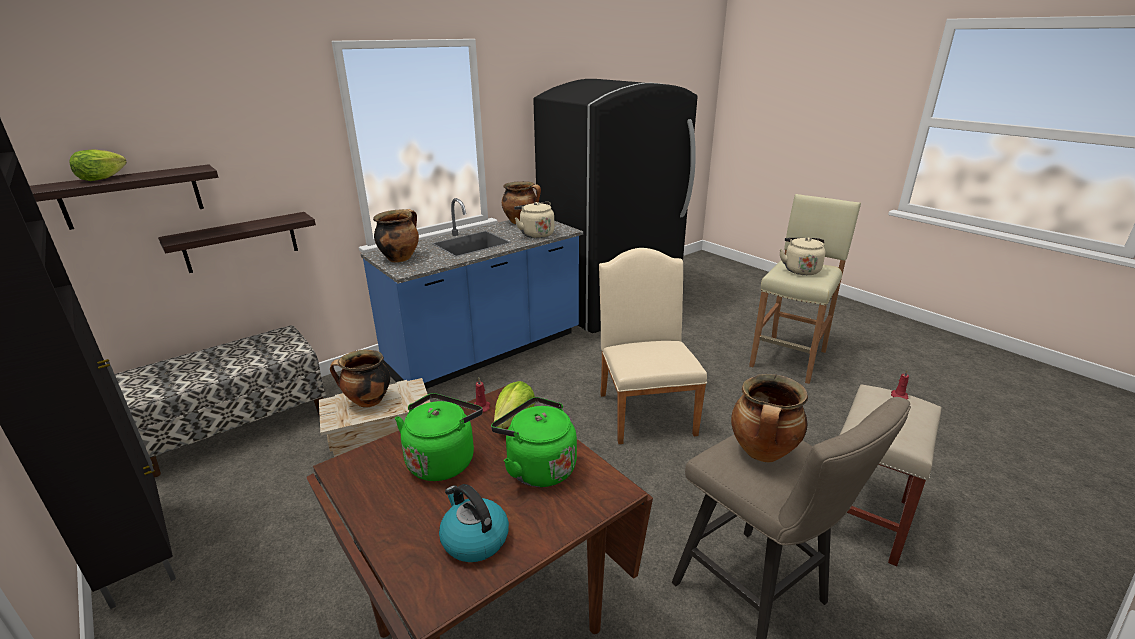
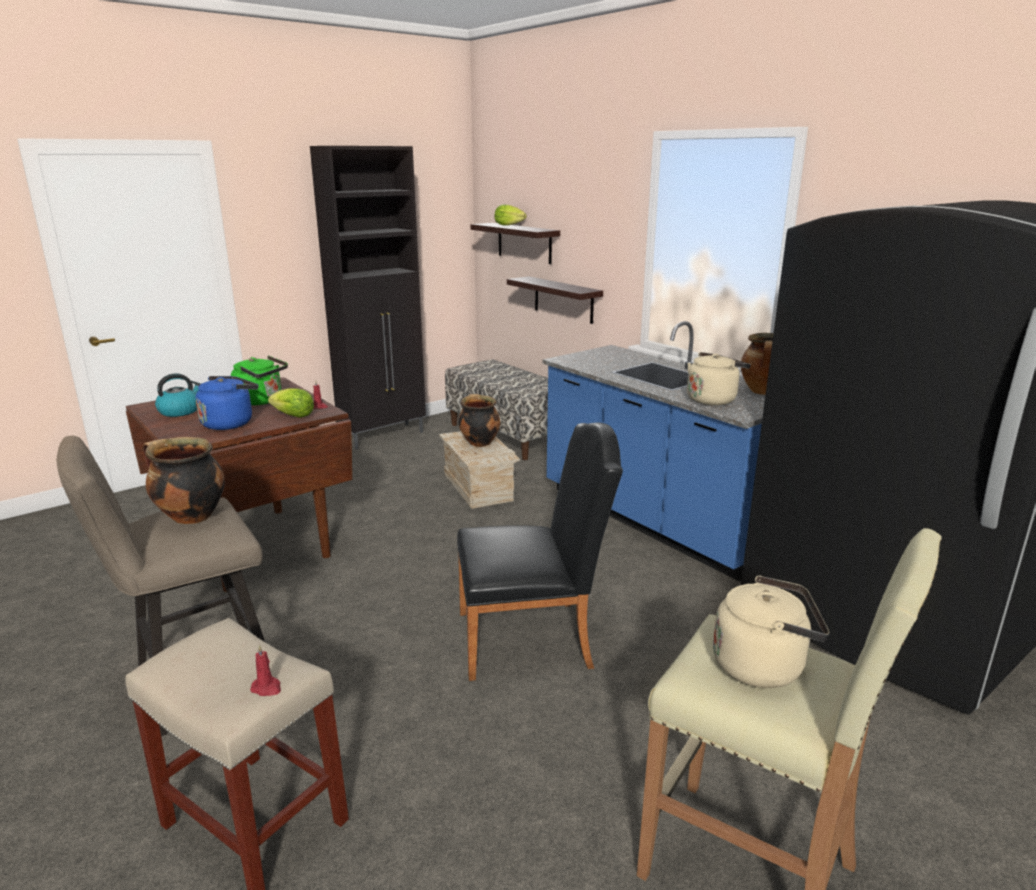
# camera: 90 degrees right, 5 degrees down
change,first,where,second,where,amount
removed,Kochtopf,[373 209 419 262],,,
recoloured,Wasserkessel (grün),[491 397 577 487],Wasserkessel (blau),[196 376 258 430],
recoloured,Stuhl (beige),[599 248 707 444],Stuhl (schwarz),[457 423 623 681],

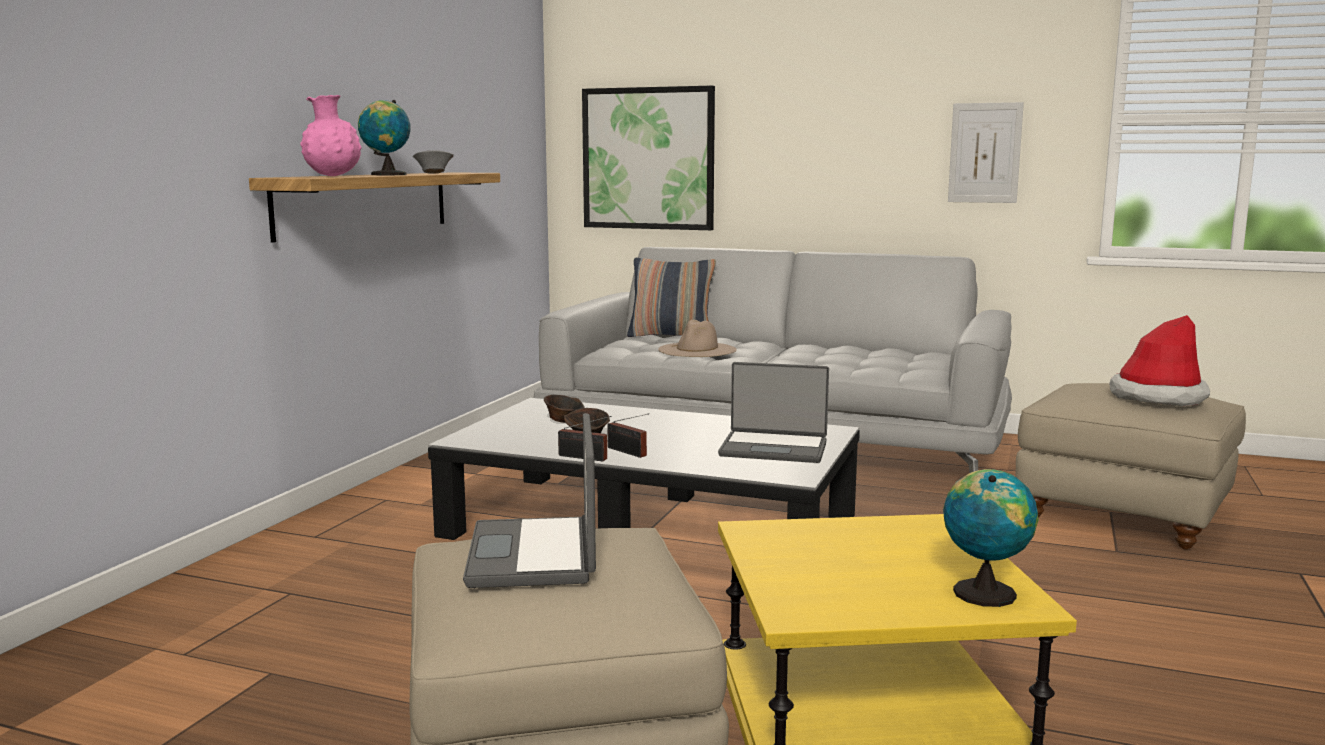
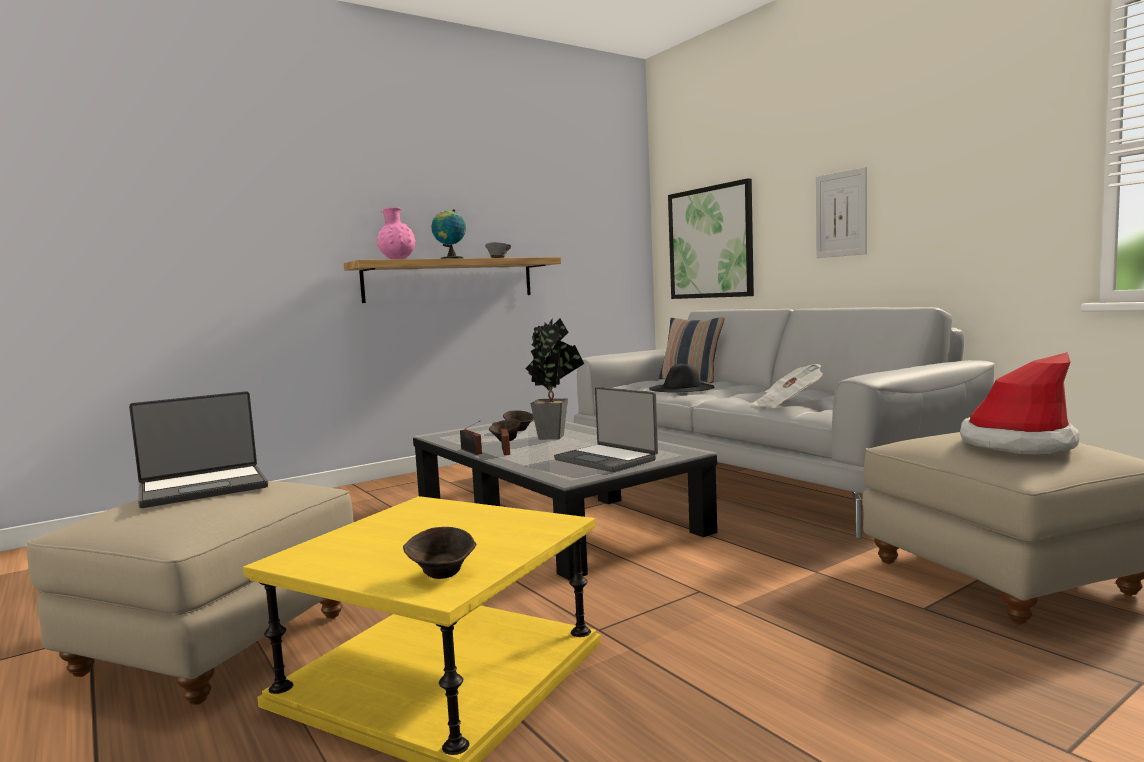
# camera: 35 degrees right, 5 degrees down
change,first,where,second,where,amount
turned,Laptop,[463 413 596 588],,[129 391 268 508],150 degrees counterclockwise
recoloured,Hut (beige),[658 320 736 357],Hut (schwarz),[649 364 715 393],
replaced,Globus,[943 469 1038 607],Schüssel (braun),[403 527 477 579],
moved,Bild,[948 102 1024 203],,[816 167 867 258],
added,,,Topfpflanze,[525 318 584 440],
added,,,Zeitung,[753 364 823 406],

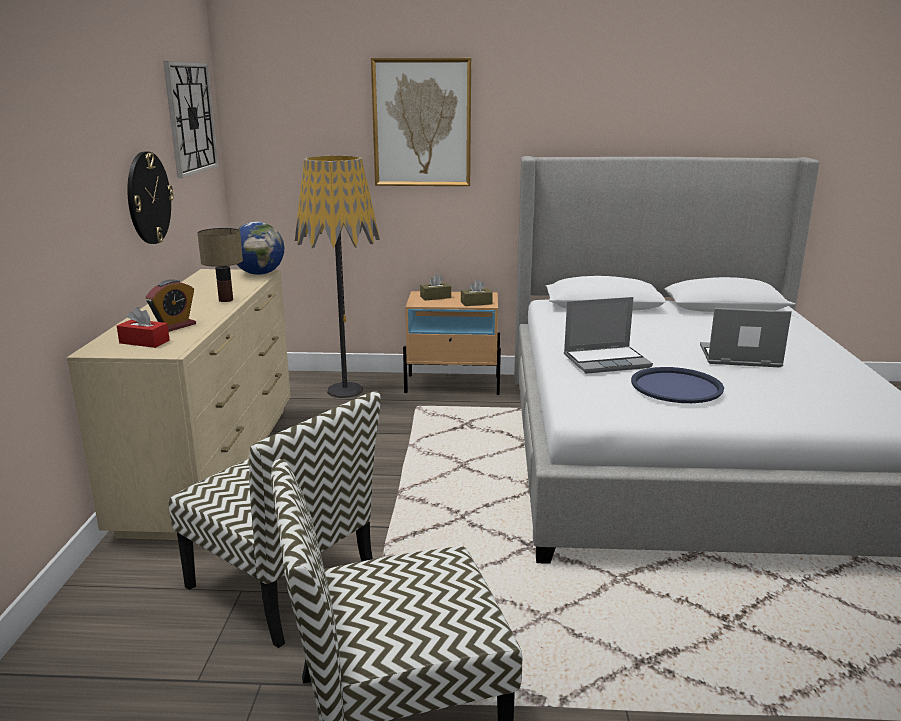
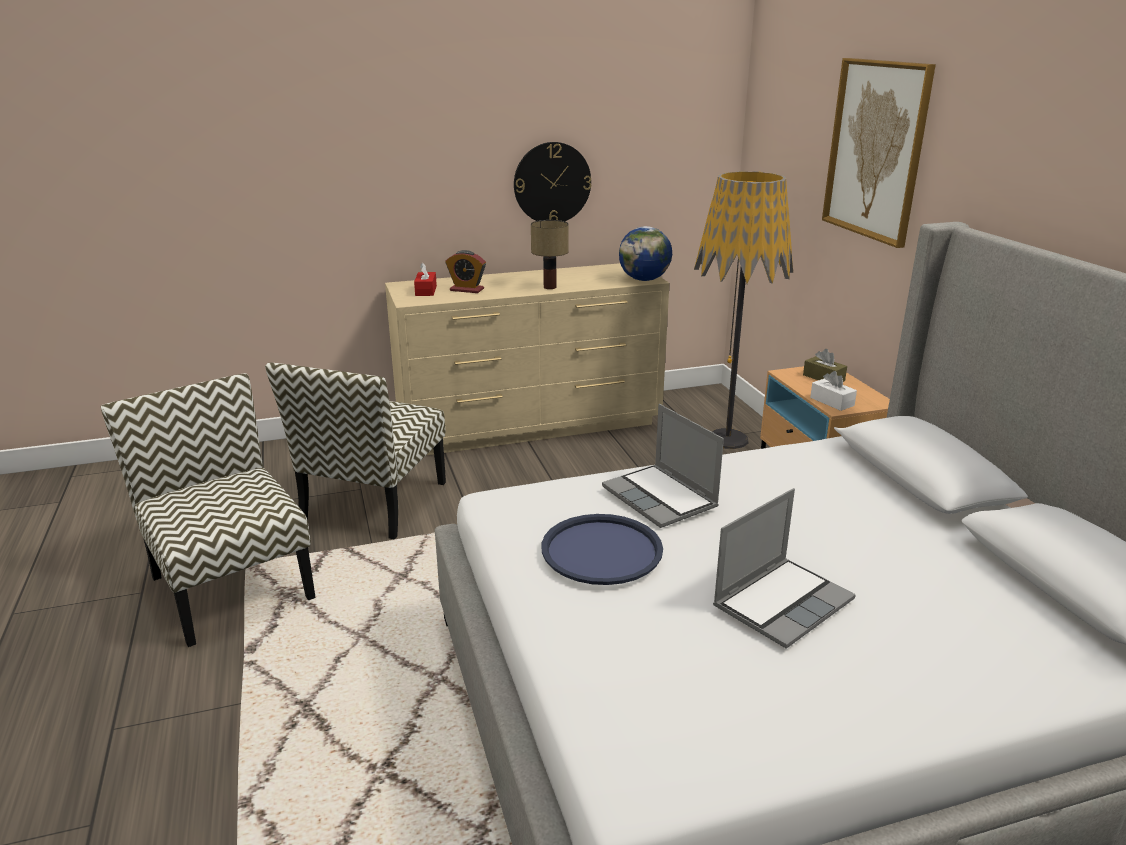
# camera: 70 degrees right, 5 degrees up
change,first,where,second,where,amount
removed,Wanduhr,[163 61 219 178],,,
recoloured,Taschentuchbox (braun),[461 280 493 306],Taschentuchbox (weiß),[810 371 857 411],
turned,Laptop,[700 308 792 367],,[713 488 856 649],60 degrees clockwise

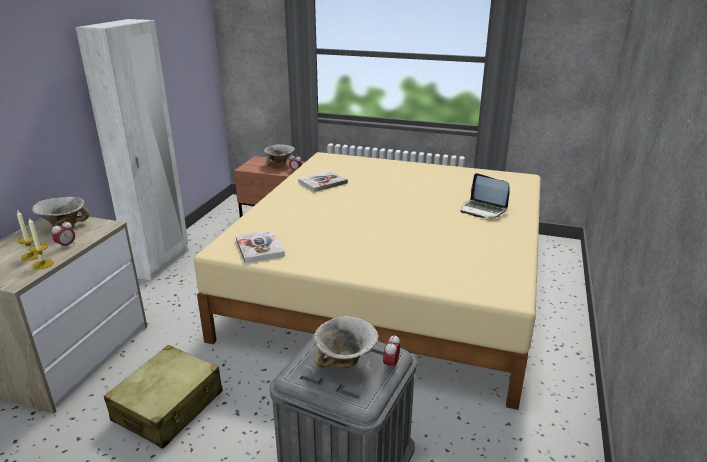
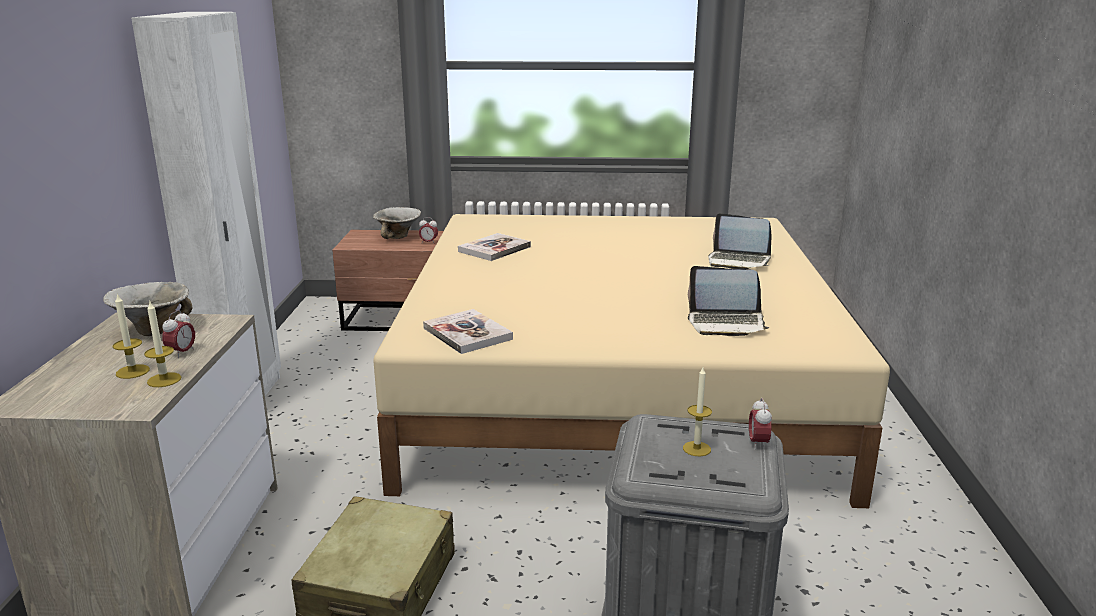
# camera: 15 degrees left, 5 degrees down
change,first,where,second,where,amount
replaced,Schüssel,[314 316 379 368],Kerze,[683 367 712 456],
added,,,Laptop,[688 266 769 336],

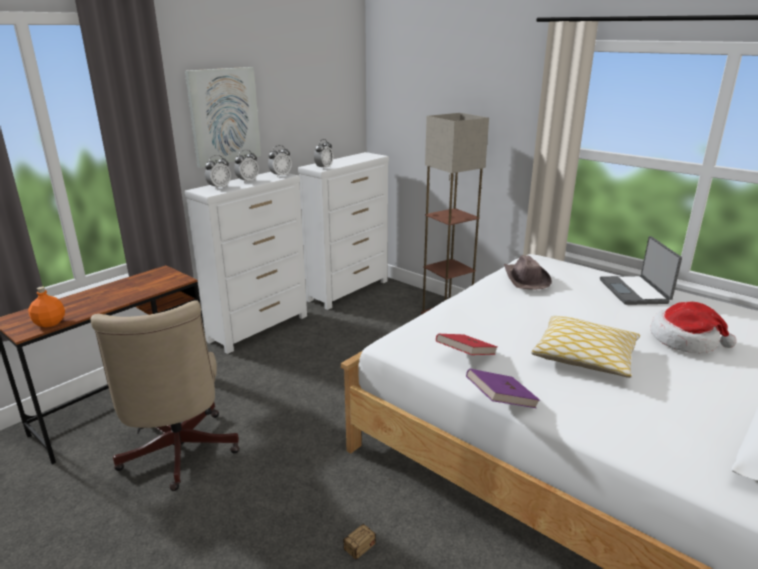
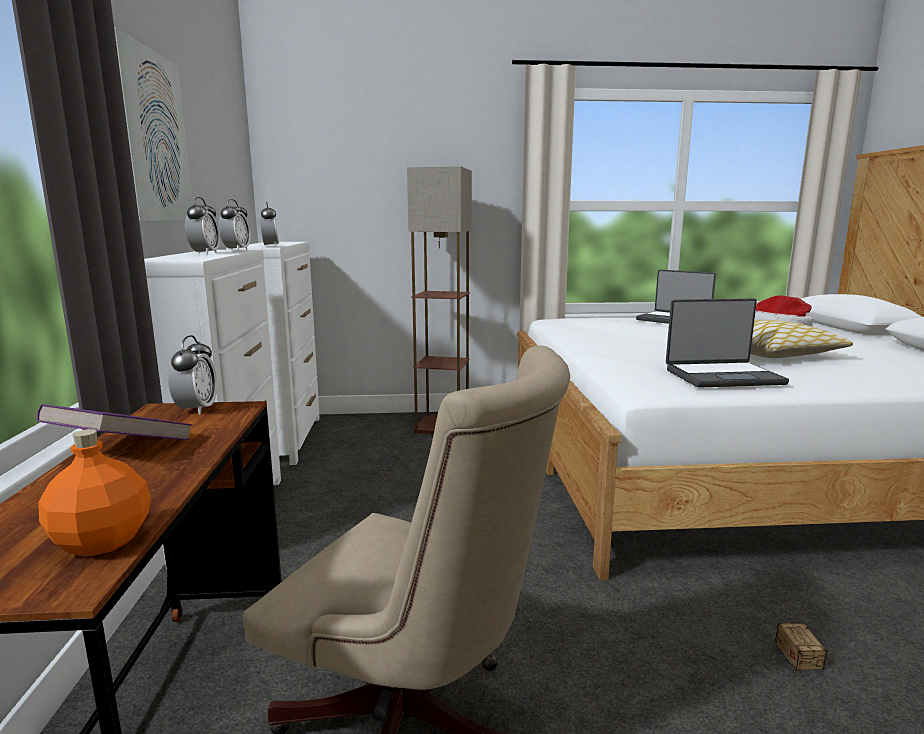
# camera: 45 degrees left, 10 degrees down
change,first,where,second,where,amount
moved,Wecker,[205 155 231 190],,[168 335 217 415],
replaced,Buch (rot),[436 334 497 355],Laptop,[666 298 789 388],
moved,Buch (lila),[466 369 540 408],,[37 404 193 440],
removed,Hut (braun),[504 255 552 290],,,

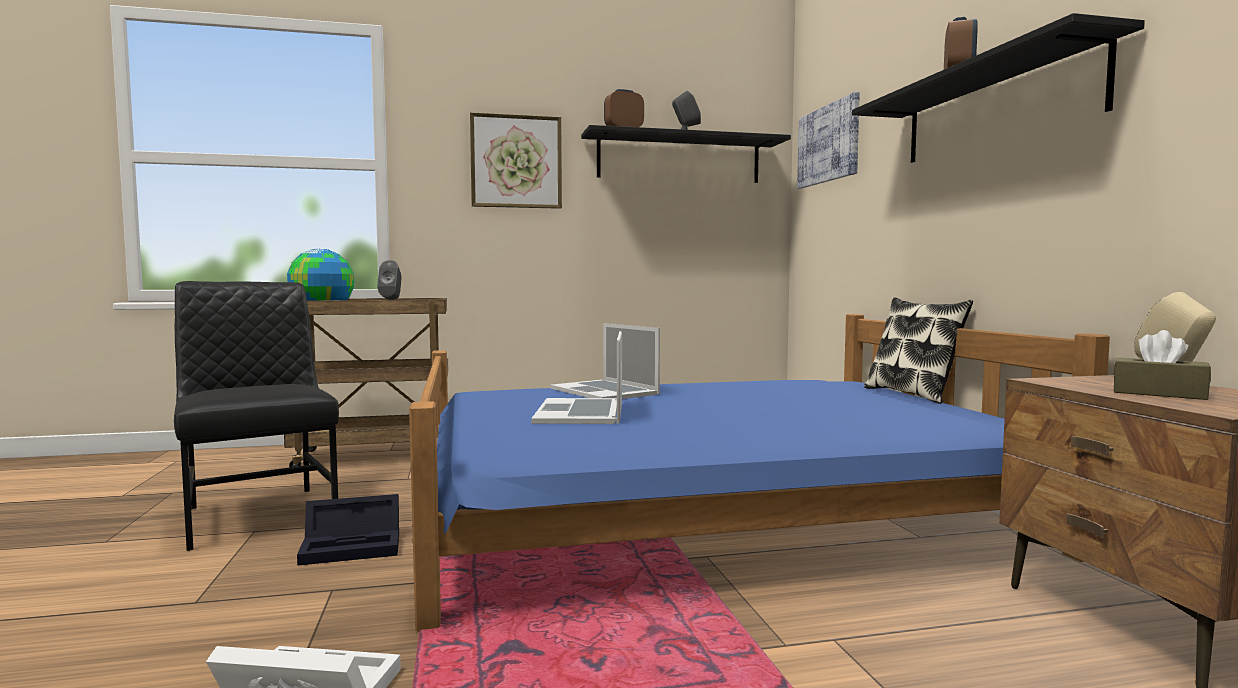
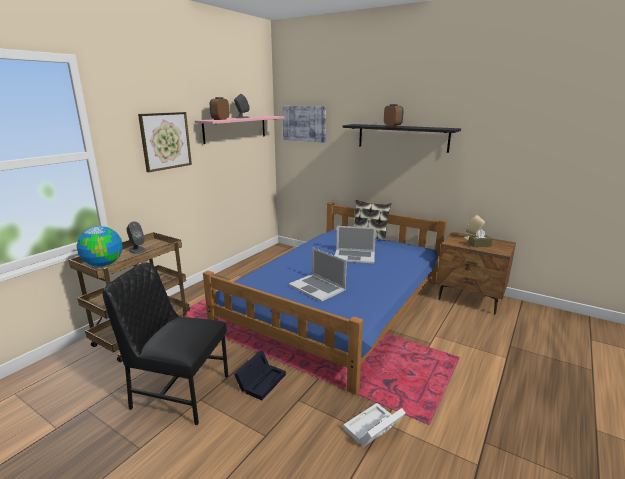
# camera: 45 degrees left, 15 degrees up
change,first,where,second,where,amount
moved,Laptop,[550 323 660 399],,[335 226 376 264],
recoloured,Wandregal (schwarz),[581 125 791 183],Wandregal (rosa),[195 116 285 144],

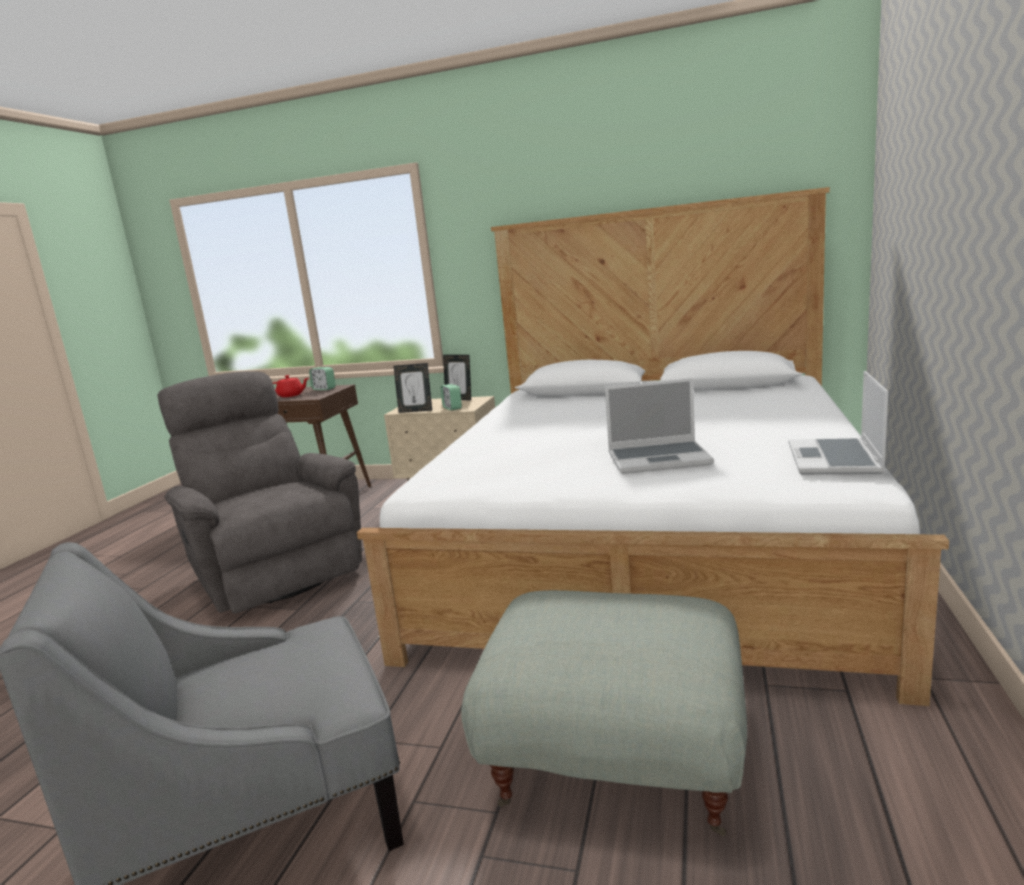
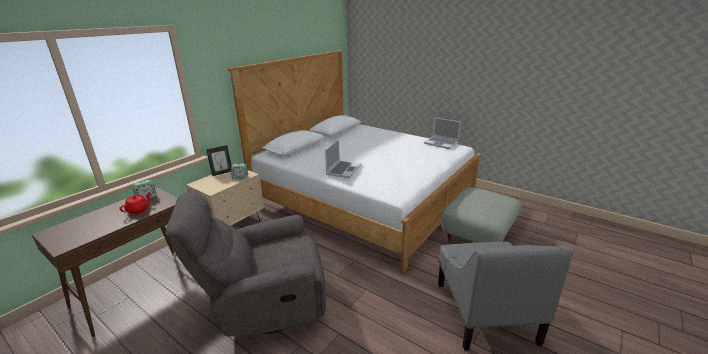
# camera: 70 degrees left, 10 degrees up
change,first,where,second,where,amount
removed,Bilderrahmen,[394 363 432 413],,,
moved,Laptop,[605 378 714 474],,[325 139 361 178],

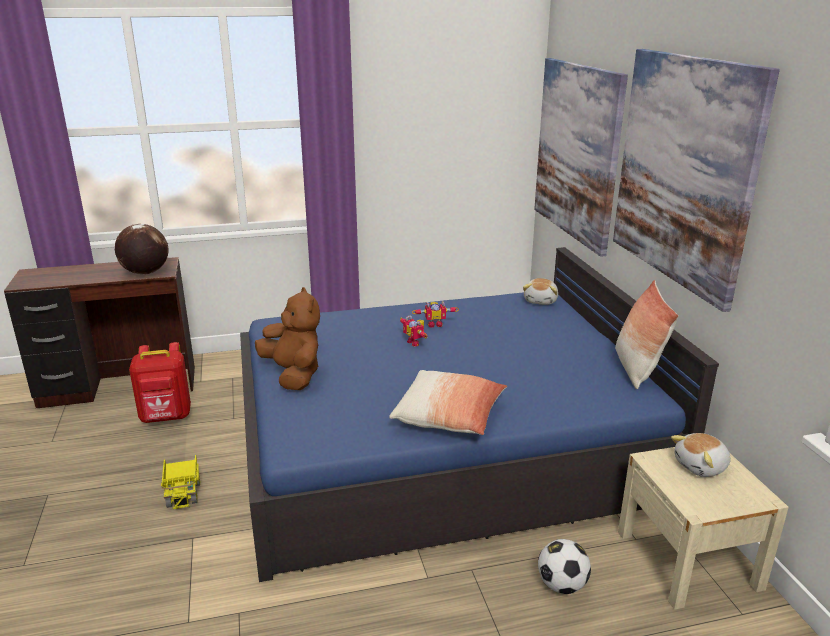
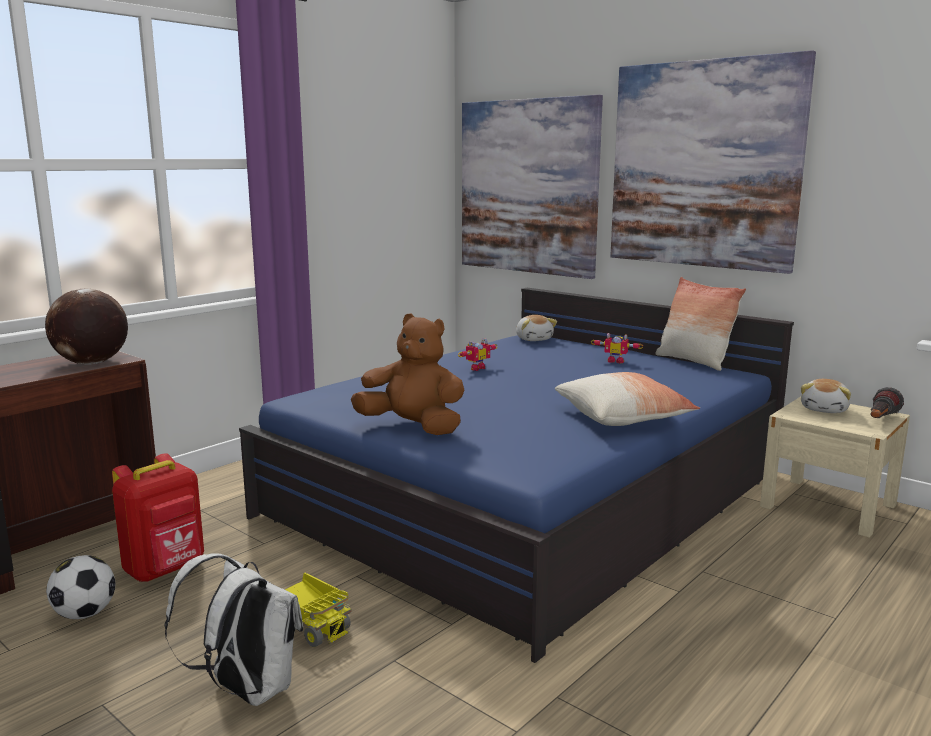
# camera: 35 degrees left, 10 degrees down
change,first,where,second,where,amount
moved,Spielzeugroboter,[400 315 428 347],,[591 333 643 363],
moved,Fußball,[538 539 591 594],,[46 555 116 619],
added,,,Rucksack (weiß),[164 553 303 706],
added,,,Taschenlampe,[870 387 904 418],

